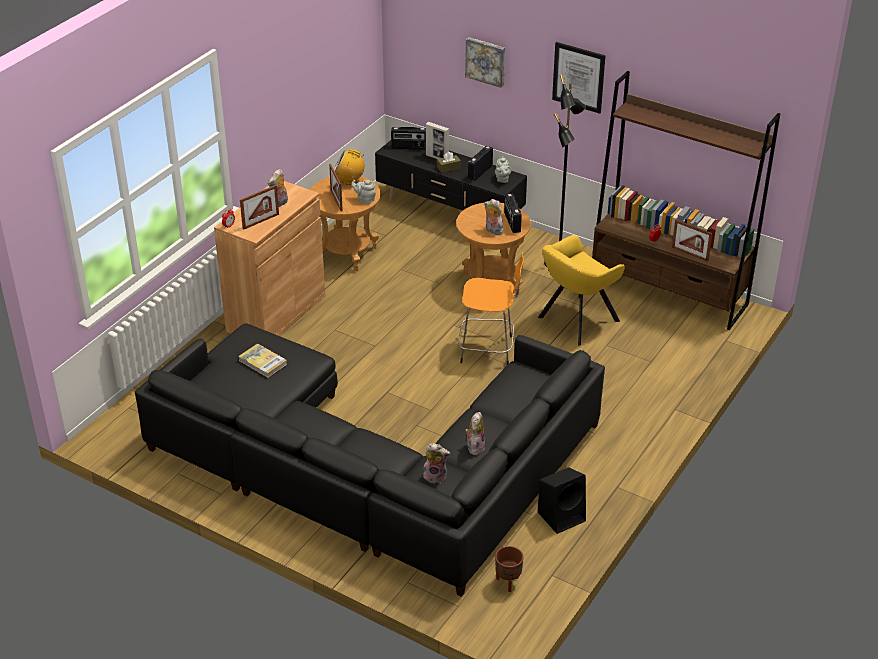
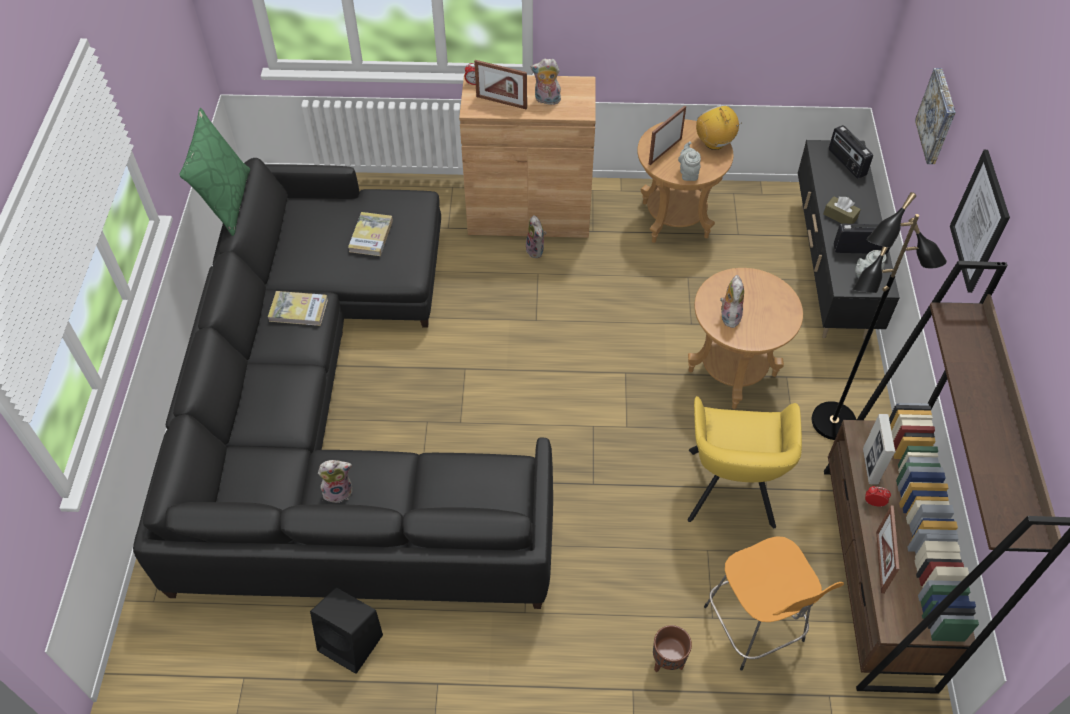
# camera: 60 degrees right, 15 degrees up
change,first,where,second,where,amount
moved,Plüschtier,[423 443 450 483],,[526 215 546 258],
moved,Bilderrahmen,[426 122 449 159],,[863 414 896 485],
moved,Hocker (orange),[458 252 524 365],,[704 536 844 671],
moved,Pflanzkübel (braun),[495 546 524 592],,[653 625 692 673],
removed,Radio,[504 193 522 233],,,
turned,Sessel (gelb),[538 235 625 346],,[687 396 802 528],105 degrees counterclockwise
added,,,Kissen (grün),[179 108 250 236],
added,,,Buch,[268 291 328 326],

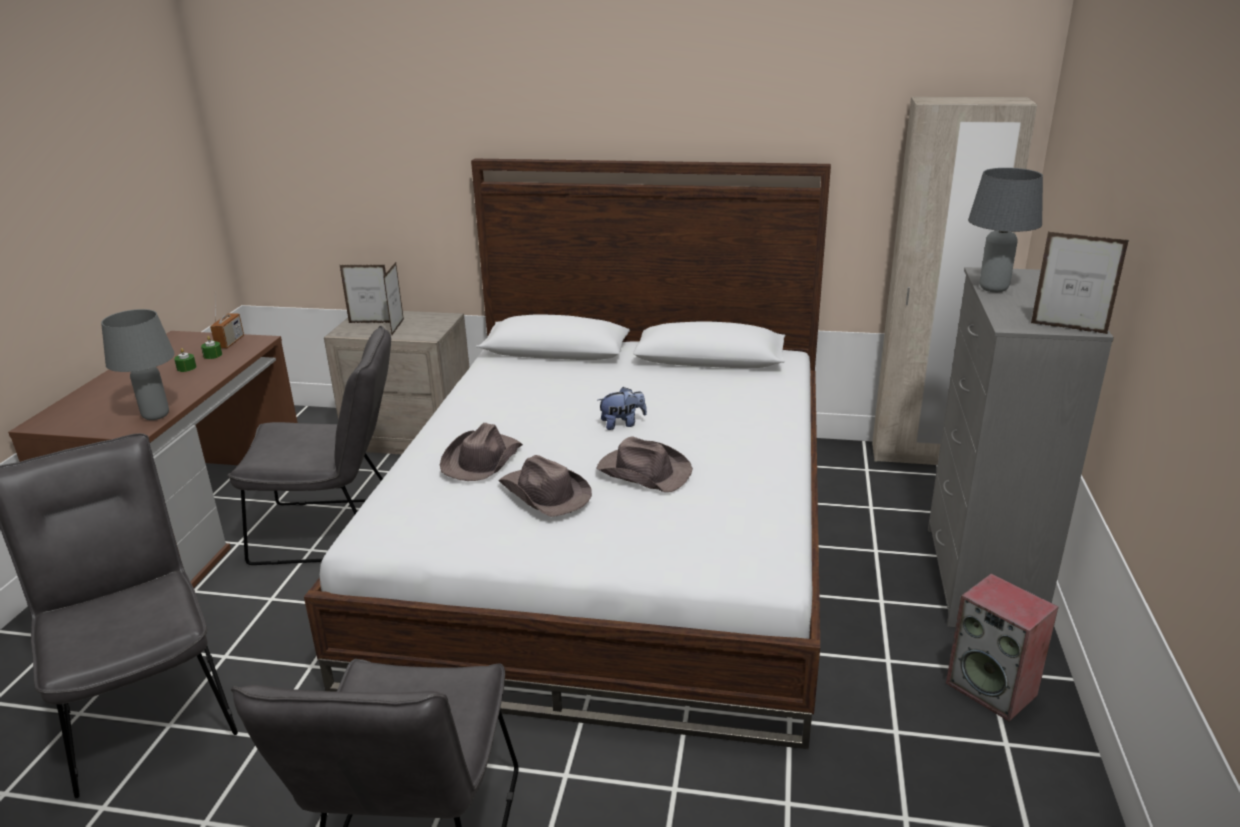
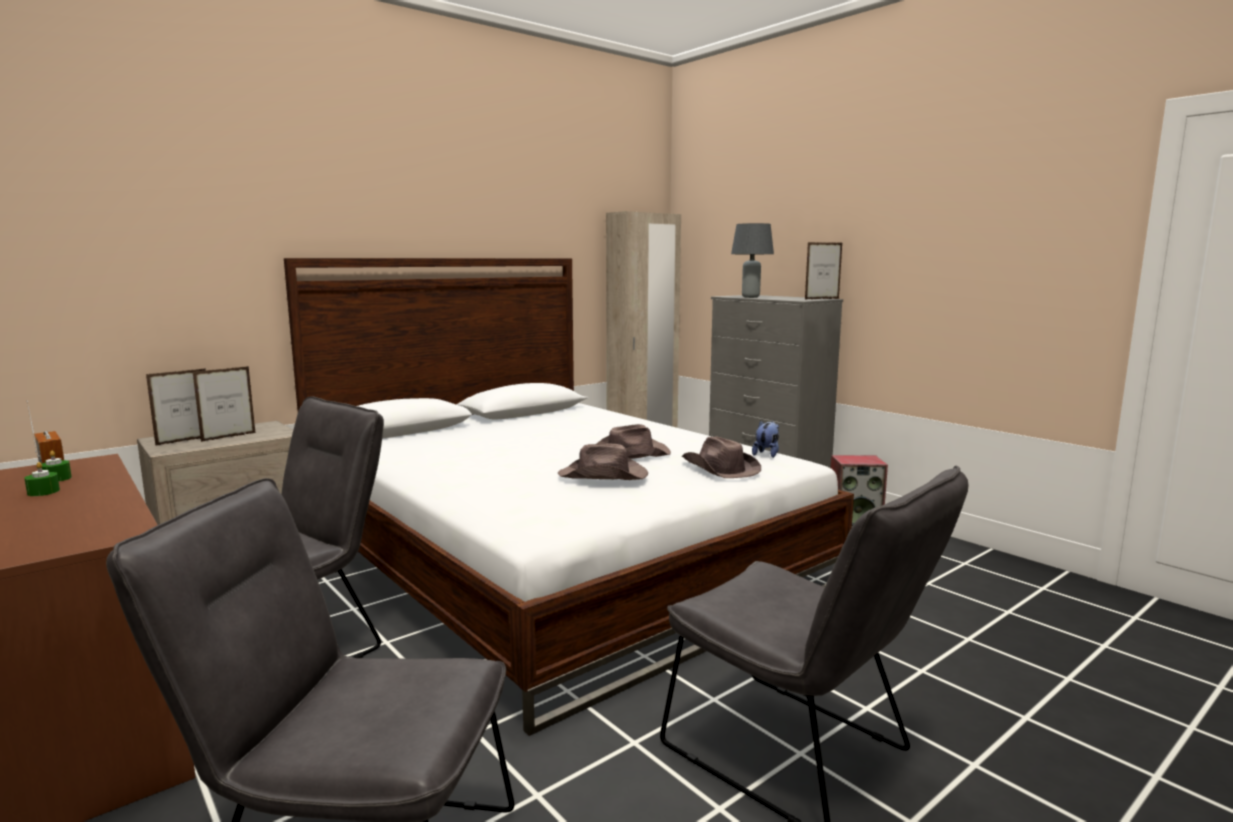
# camera: 50 degrees left, 15 degrees down
change,first,where,second,where,amount
removed,Tischlampe (grau),[101 309 175 420],,,
turned,Bilderrahmen,[383 262 404 335],,[193 366 256 442],90 degrees counterclockwise
moved,Hut (braun),[440 423 523 481],,[682 436 761 478],
moved,Plüschtier,[598 387 647 430],,[752 420 779 458],

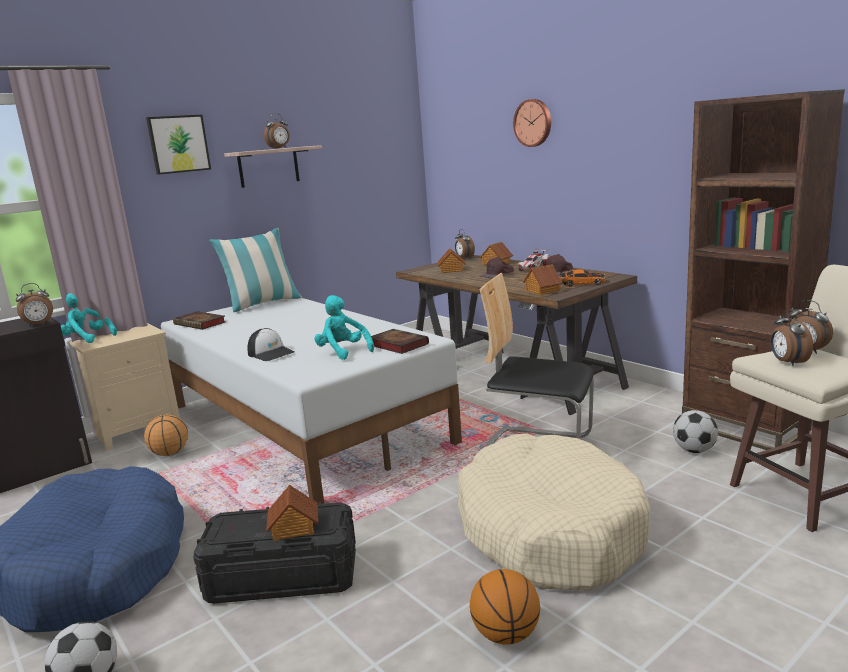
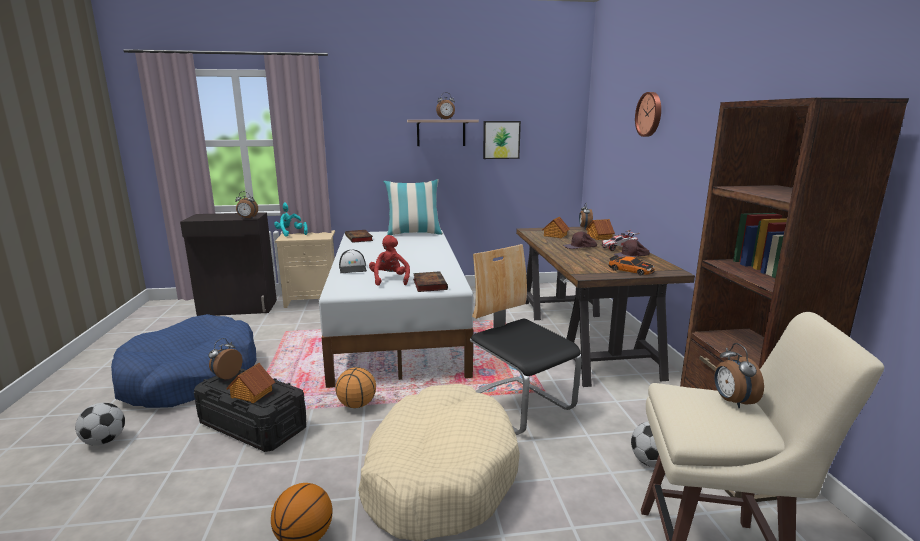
# camera: 30 degrees right, 0 degrees up
change,first,where,second,where,amount
moved,Basketball,[144 414 188 456],,[335 367 376 408],
moved,Bild,[146 115 211 175],,[483 121 521 159],
recoloured,Plüschtier (türkis),[314 295 374 360],Plüschtier (rot),[369 235 410 286],
removed,Spielzeughaus,[523 264 562 295],,,
moved,Wecker,[771 309 813 366],,[208 338 242 379],

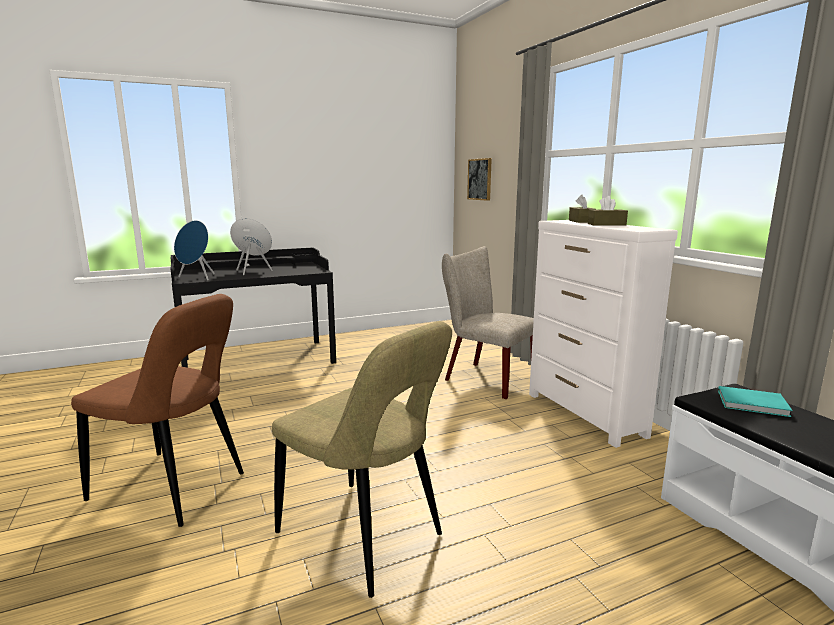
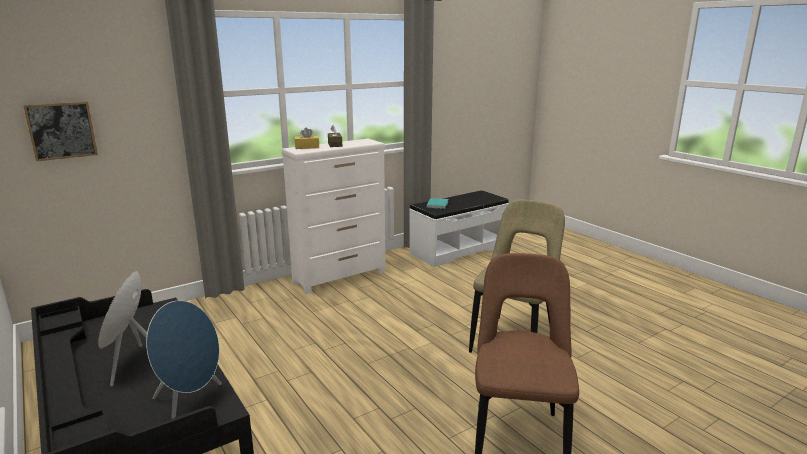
# camera: 100 degrees left, 5 degrees up
change,first,where,second,where,amount
removed,Stuhl (beige),[442 246 534 399],,,
recoloured,Taschentuchbox (braun),[569 195 596 223],Taschentuchbox (gelb),[295 128 319 149],

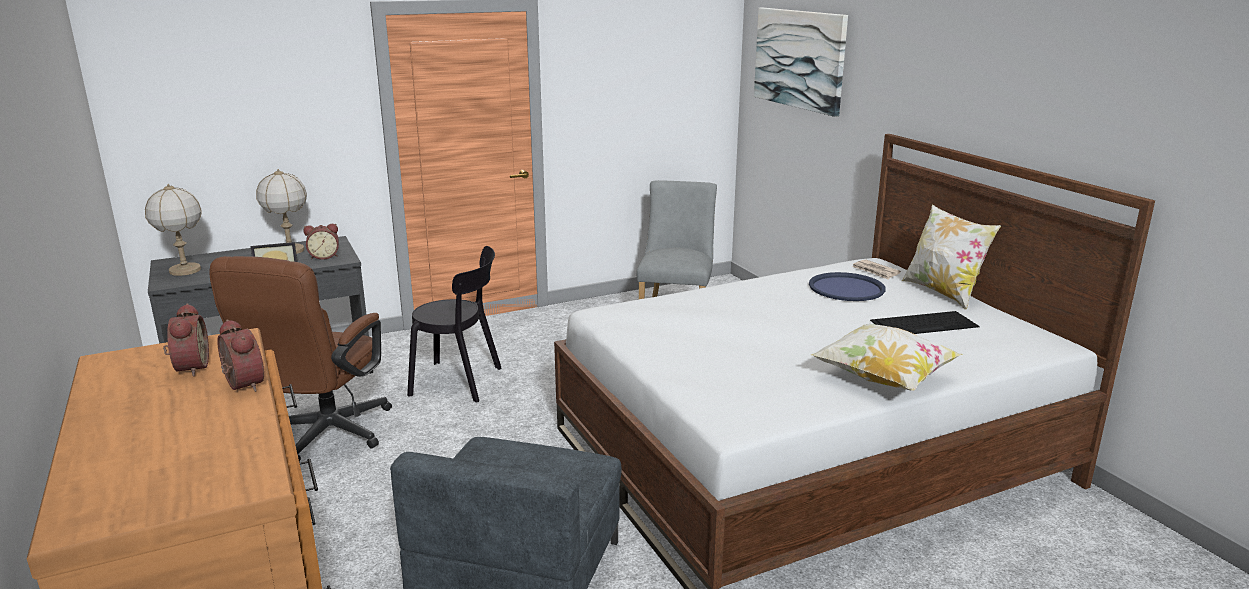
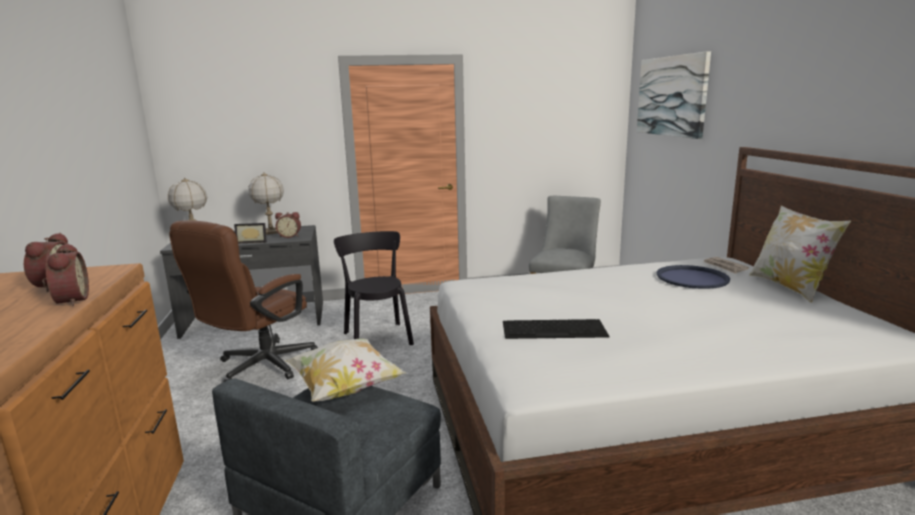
# camera: 15 degrees right, 5 degrees down
change,first,where,second,where,amount
turned,Stuhl (schwarz),[407 246 501 402],,[334 231 414 345],135 degrees counterclockwise
moved,Kissen,[811 324 962 391],,[284 339 406 402],
moved,Tastatur,[870 311 980 334],,[503 319 609 339],

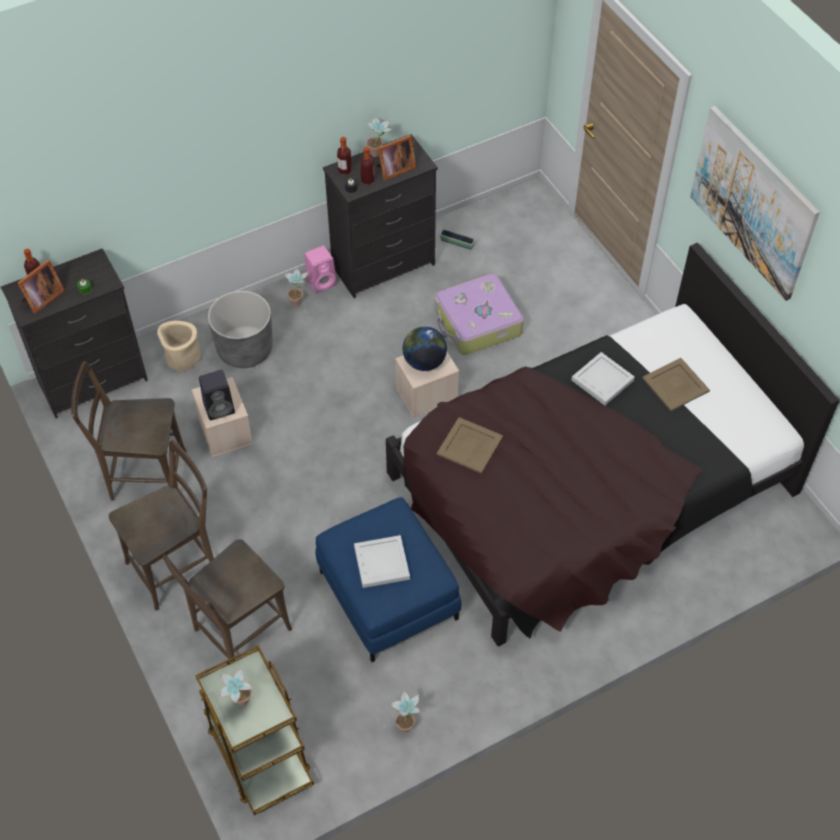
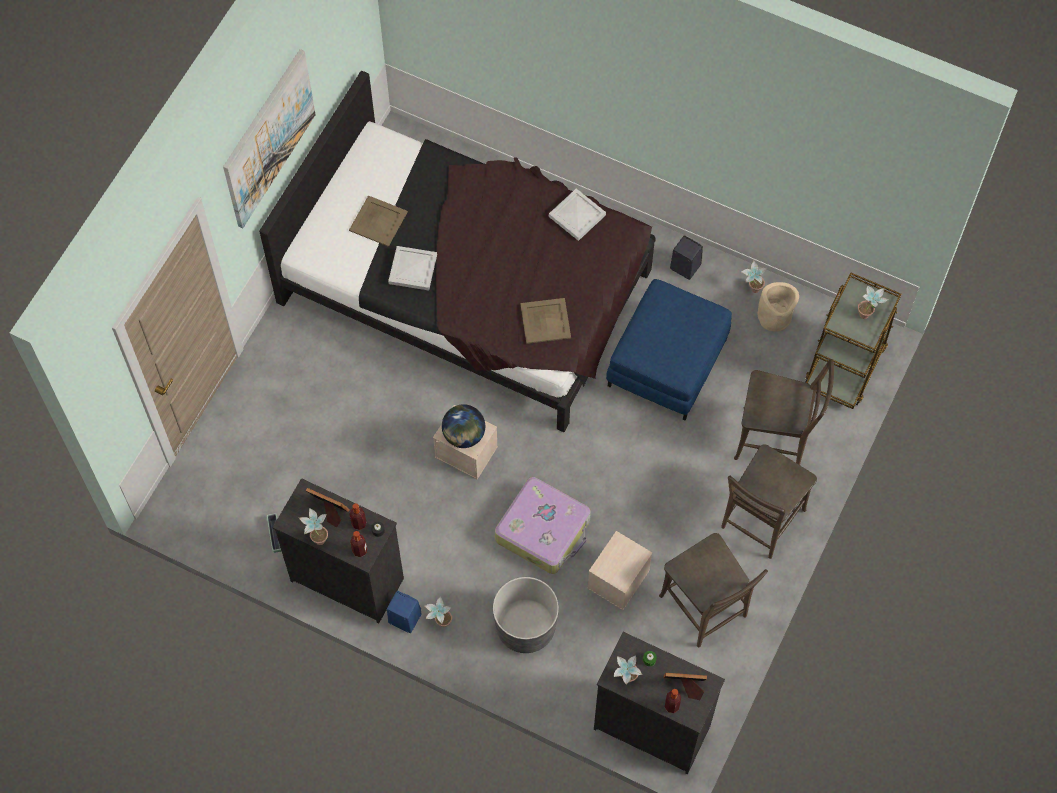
# camera: 125 degrees left, 10 degrees up
change,first,where,second,where,amount
turned,Stuhl (braun),[109 440 214 610],,[721 444 817 559],75 degrees counterclockwise
moved,Pflanzkübel (beige),[157 321 201 371],,[758 282 799 332],
moved,Lautsprecher (schwarz),[199 370 235 420],,[670 235 703 280],
recoloured,Lautsprecher (rosa),[305 246 337 293],Lautsprecher (blau),[387 591 422 633],
moved,Tablett (weiß),[354 535 410 588],,[549 188 606 241],
moved,Koffer,[435 274 524 355],,[495 477 591 574],
added,,,Topfpflanze,[614 655 642 685],

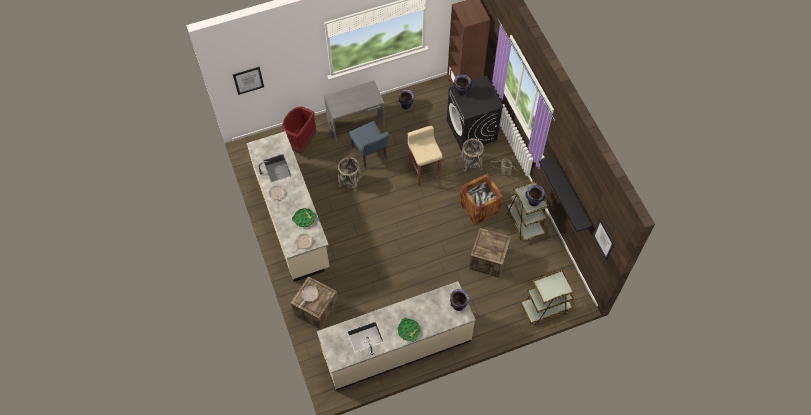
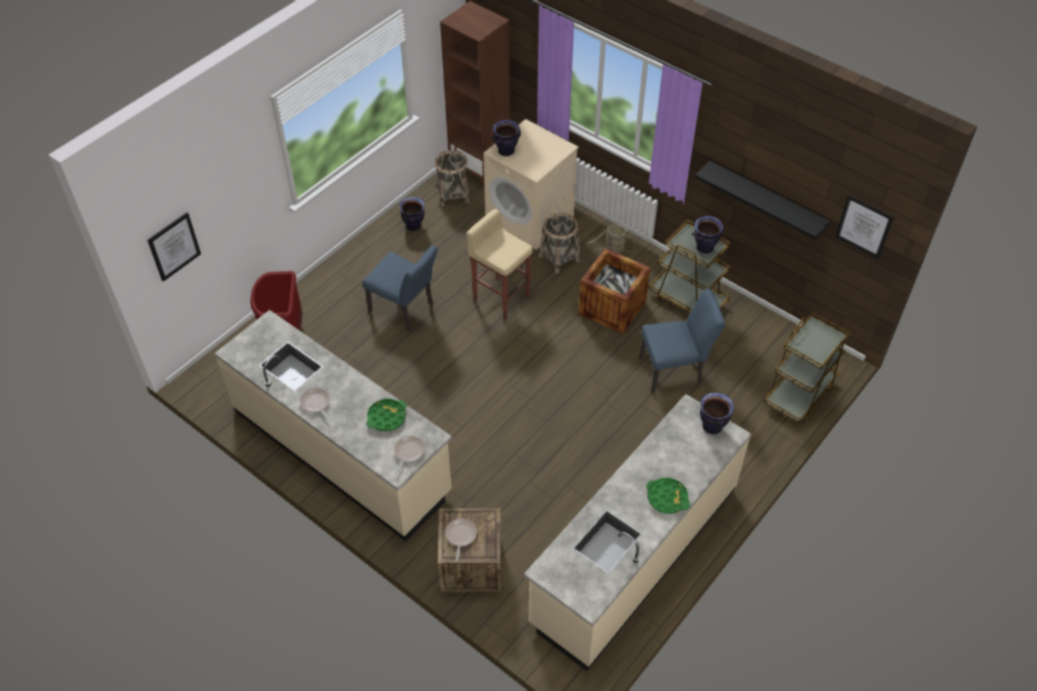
# camera: 30 degrees left, 10 degrees down
change,first,where,second,where,amount
removed,Schreibtisch (grau),[324 80 385 142],,,
moved,Korb,[338 157 362 191],,[435 150 470 207],
recoloured,Waschmaschine (schwarz),[447 76 504 151],Waschmaschine (beige),[484 119 579 250],
replaced,Kiste,[469 228 511 278],Stuhl (blau),[639 288 725 393],

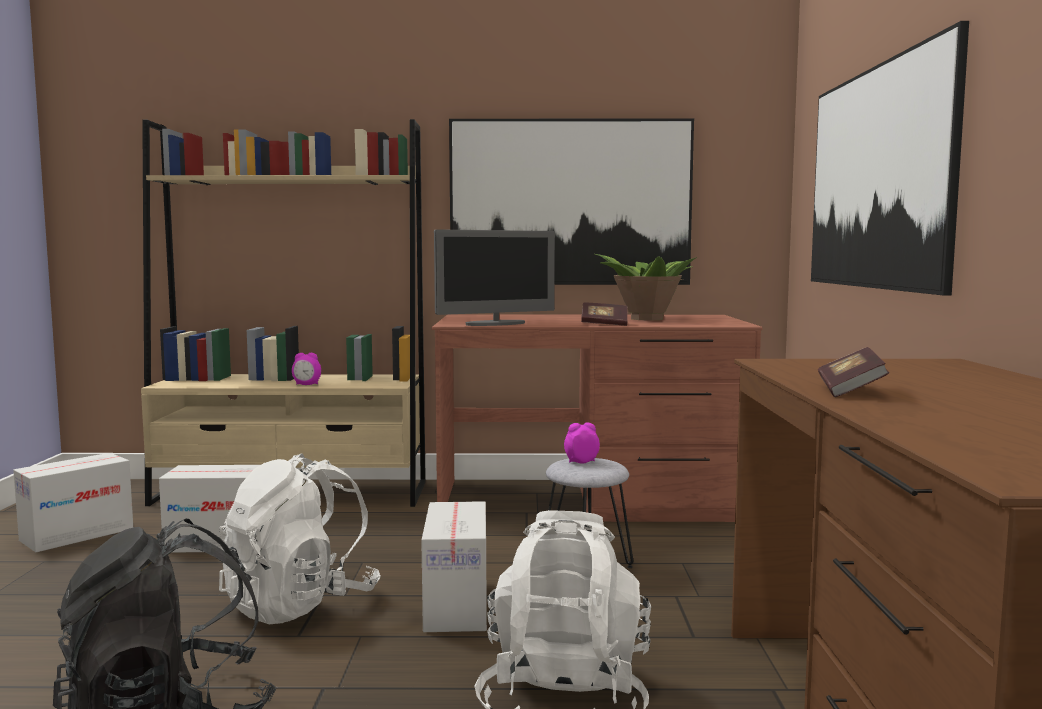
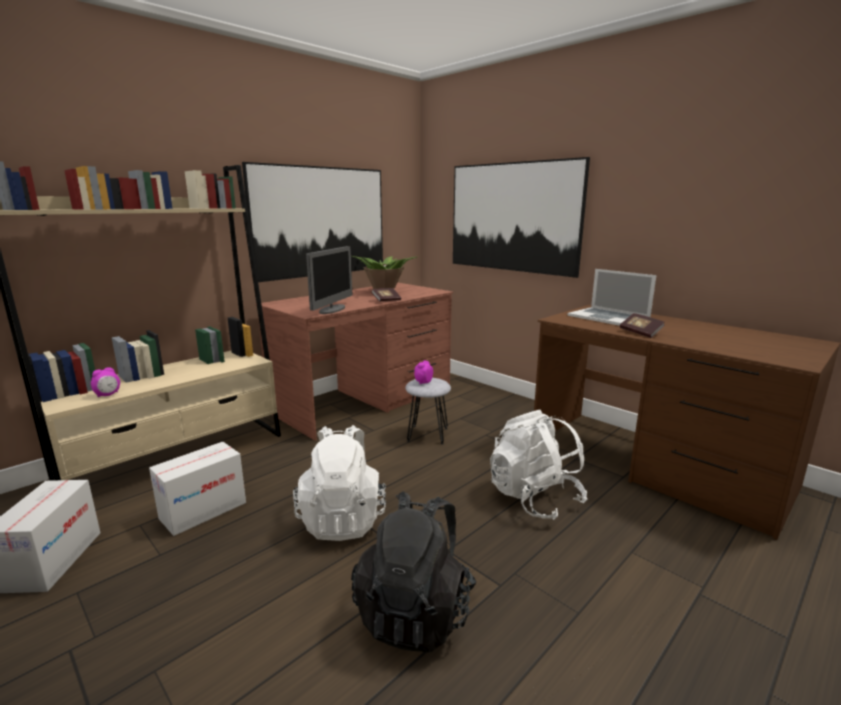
# camera: 45 degrees left, 10 degrees up
change,first,where,second,where,amount
moved,Wecker,[292 353 321 385],,[91 367 120 397],
removed,Karton,[421 501 487 632],,,
added,,,Laptop,[567 269 657 326],

